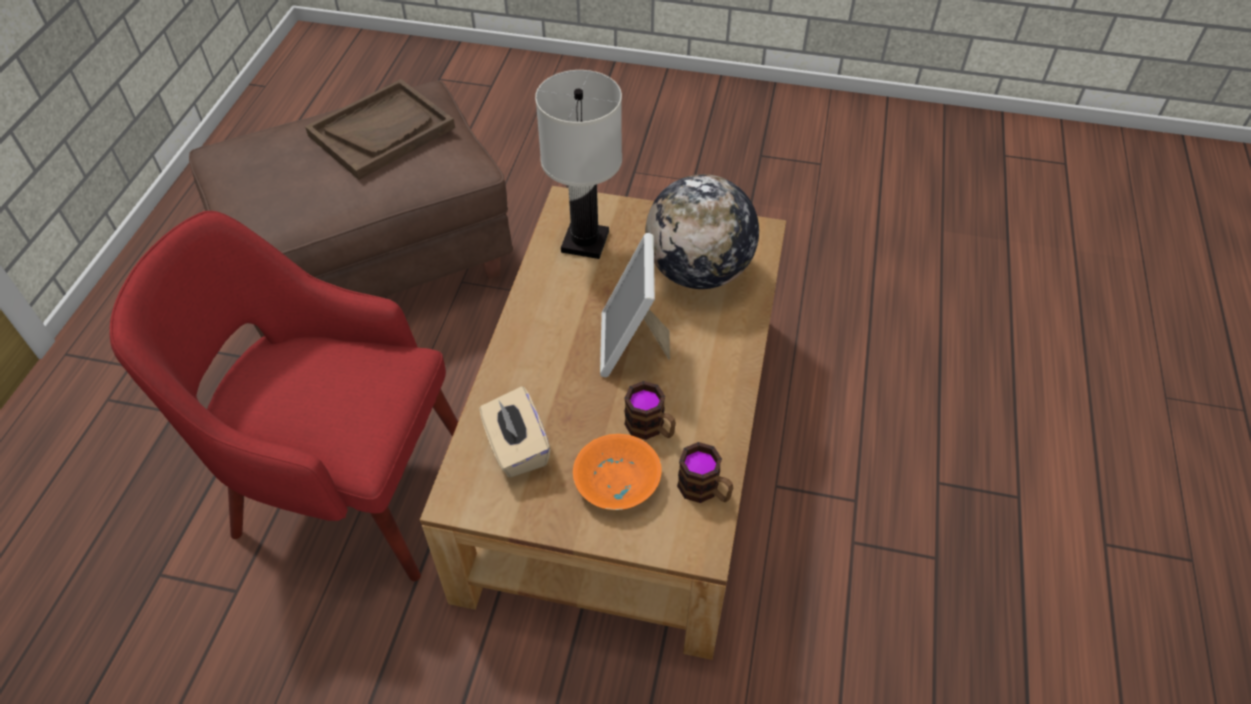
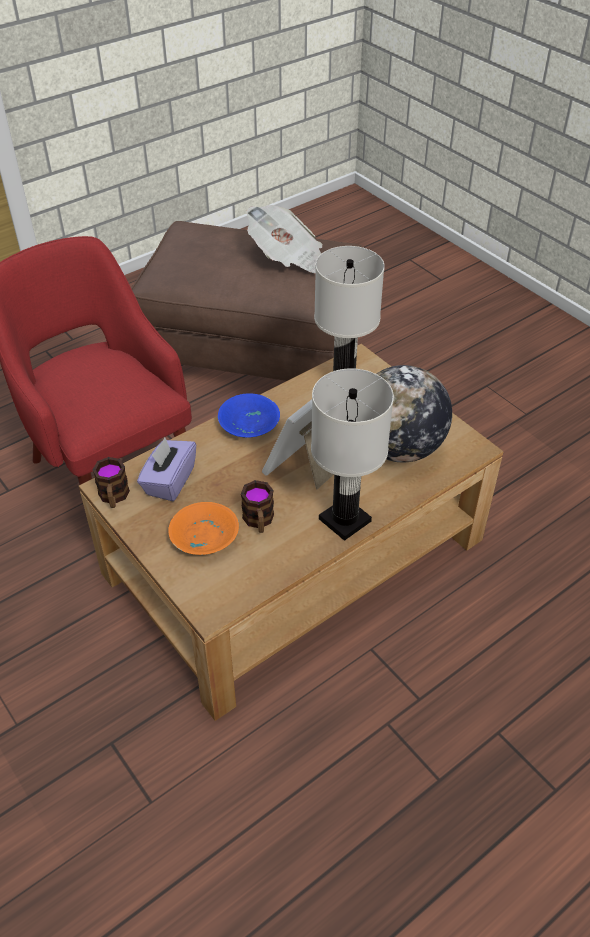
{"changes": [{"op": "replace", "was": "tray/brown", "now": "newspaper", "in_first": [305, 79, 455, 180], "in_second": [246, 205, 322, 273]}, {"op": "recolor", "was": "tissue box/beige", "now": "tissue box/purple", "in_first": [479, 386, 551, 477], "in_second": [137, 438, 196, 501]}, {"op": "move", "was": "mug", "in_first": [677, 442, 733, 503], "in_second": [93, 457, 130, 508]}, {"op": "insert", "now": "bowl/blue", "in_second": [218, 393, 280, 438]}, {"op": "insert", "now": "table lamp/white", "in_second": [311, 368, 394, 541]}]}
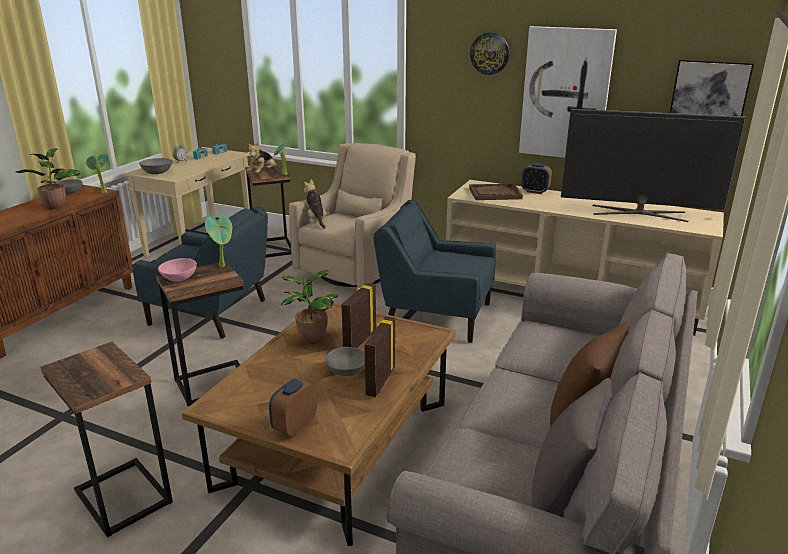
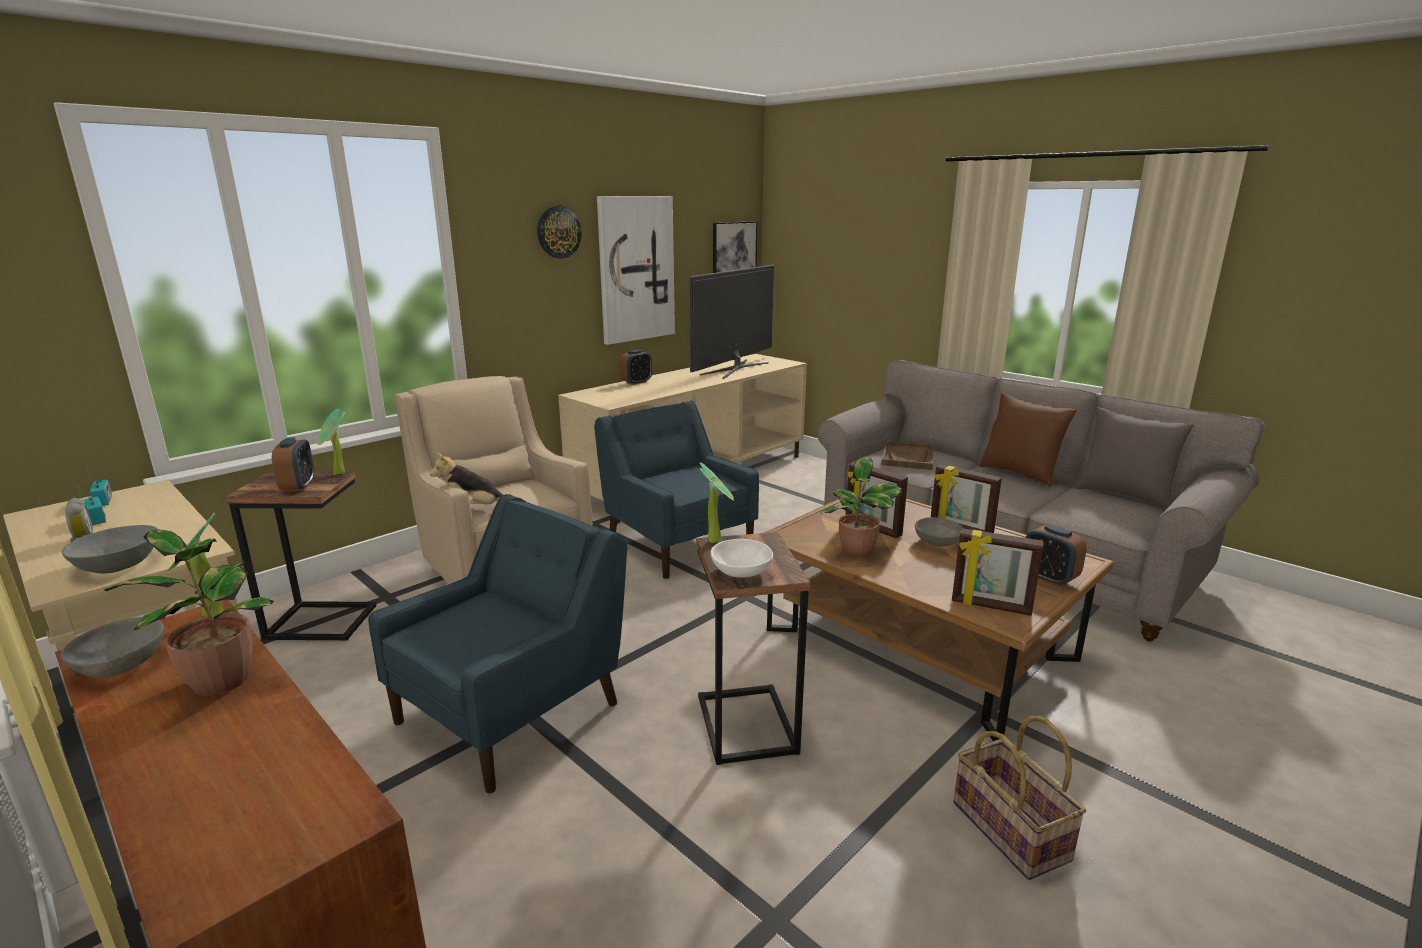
{"changes": [{"op": "replace", "was": "side table", "now": "basket", "in_first": [40, 342, 173, 538], "in_second": [953, 716, 1086, 880]}, {"op": "recolor", "was": "bowl/pink", "now": "bowl/white", "in_first": [158, 258, 197, 282], "in_second": [711, 539, 773, 578]}, {"op": "replace", "was": "plush toy", "now": "alarm clock", "in_first": [247, 142, 277, 173], "in_second": [272, 437, 314, 492]}, {"op": "rotate", "was": "armchair/blue", "in_first": [373, 200, 496, 343], "in_second": [594, 401, 759, 579], "clockwise": 105}, {"op": "move", "was": "tray/brown", "in_first": [469, 184, 523, 200], "in_second": [881, 441, 934, 470]}, {"op": "insert", "now": "picture frame", "in_second": [952, 528, 1043, 616]}]}
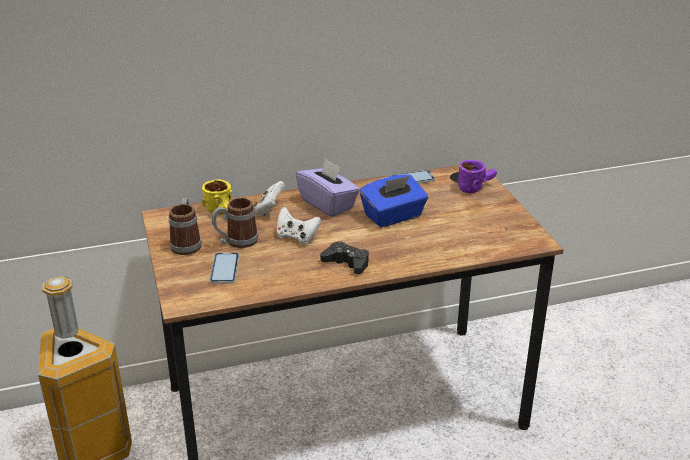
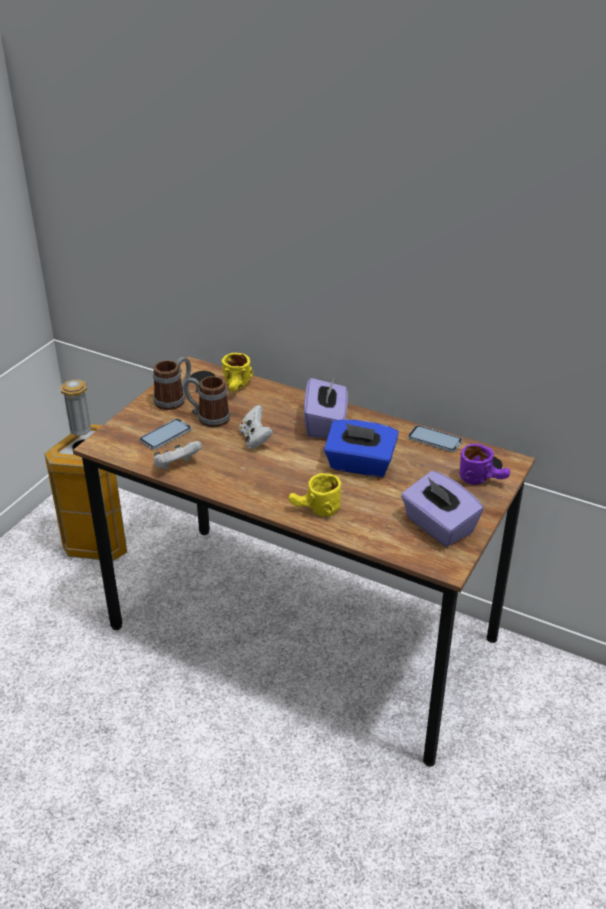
{"changes": [{"op": "move", "was": "game controller/white", "in_first": [253, 181, 285, 216], "in_second": [154, 441, 202, 470]}, {"op": "delete", "was": "game controller/black", "in_first": [320, 241, 369, 274]}, {"op": "insert", "now": "mug/yellow", "in_second": [289, 473, 342, 517]}, {"op": "insert", "now": "tissue box/purple", "in_second": [401, 471, 484, 547]}]}
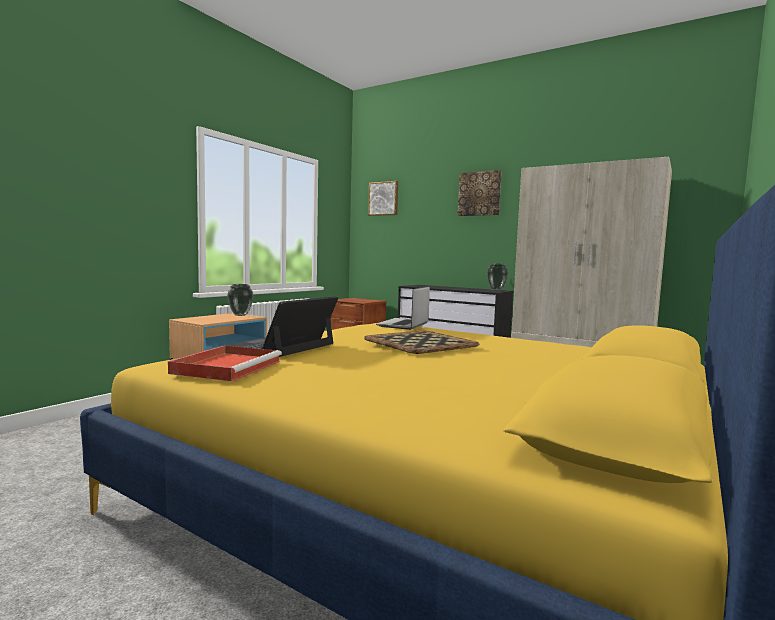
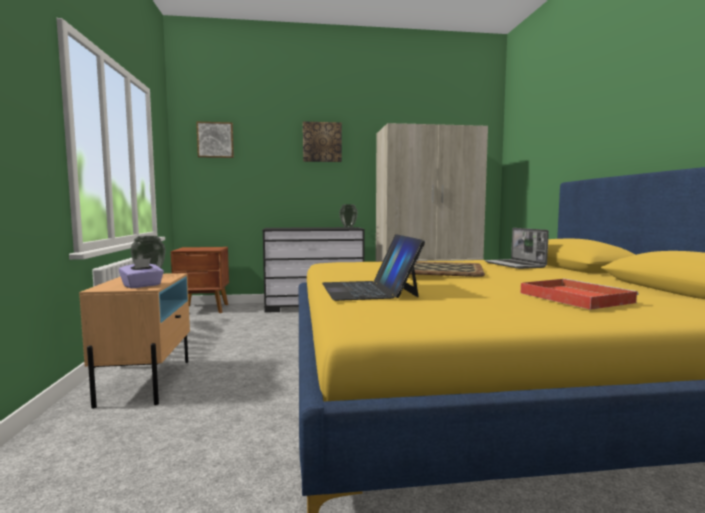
{"changes": [{"op": "move", "was": "tray/red", "in_first": [168, 345, 282, 381], "in_second": [521, 278, 639, 310]}, {"op": "move", "was": "laptop", "in_first": [376, 287, 430, 330], "in_second": [484, 228, 549, 269]}, {"op": "insert", "now": "tissue box/purple", "in_second": [119, 258, 164, 288]}]}
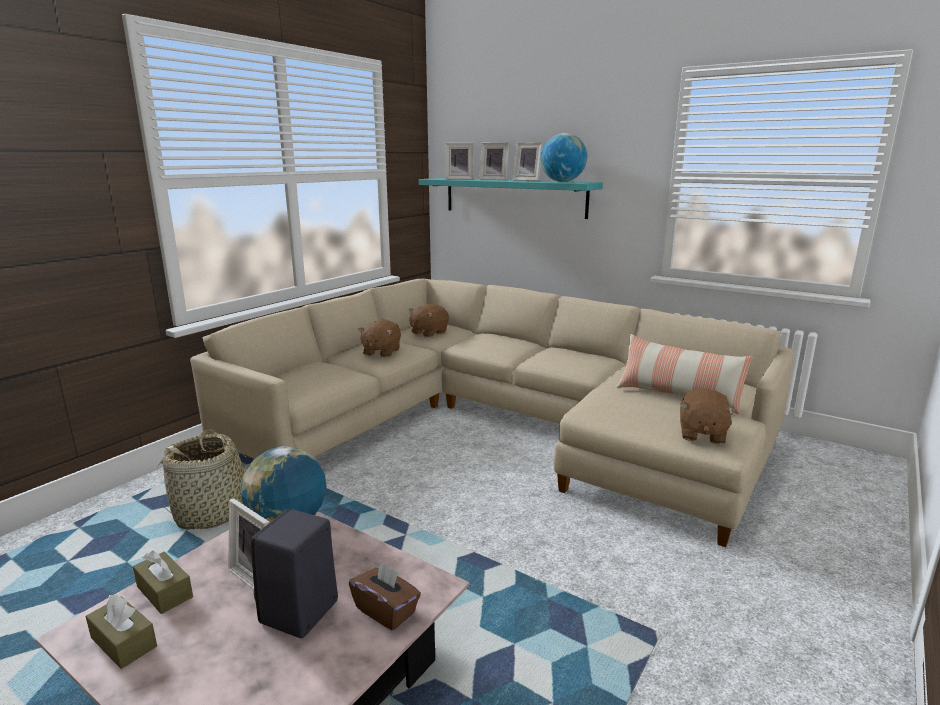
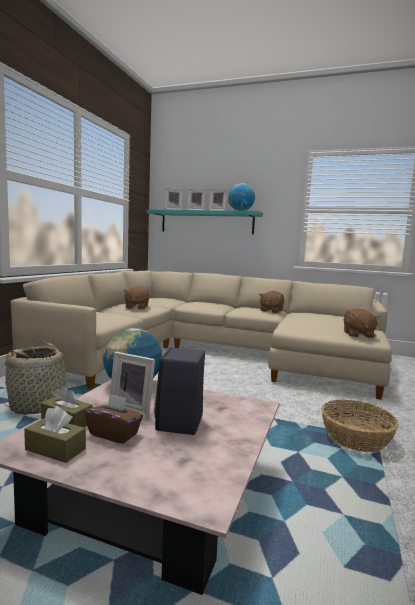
{"changes": [{"op": "move", "was": "tissue box/brown", "in_first": [349, 561, 421, 630], "in_second": [84, 394, 143, 444]}, {"op": "move", "was": "plush toy/brown", "in_first": [409, 304, 449, 337], "in_second": [259, 291, 284, 313]}, {"op": "delete", "was": "pillow", "in_first": [617, 334, 753, 415]}, {"op": "insert", "now": "basket", "in_second": [321, 400, 399, 452]}]}
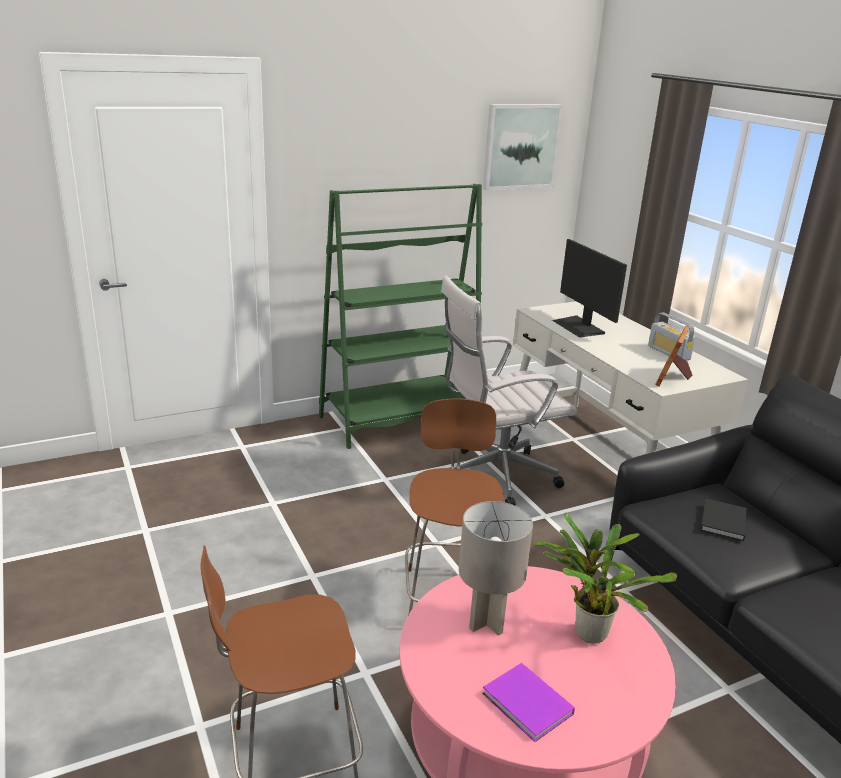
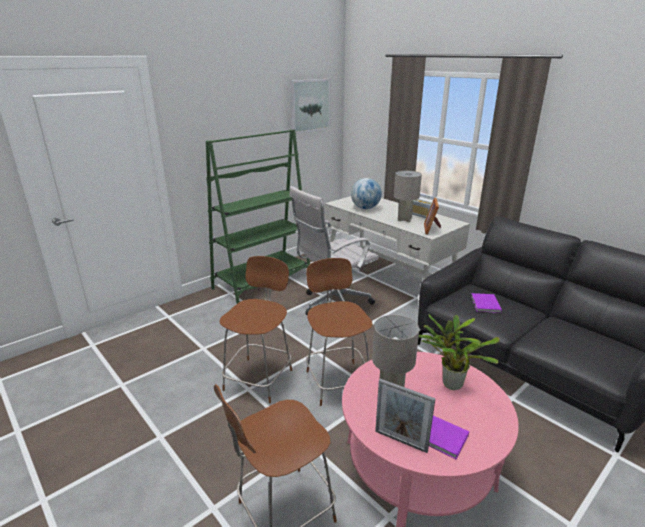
{"changes": [{"op": "replace", "was": "monitor", "now": "globe", "in_first": [552, 239, 627, 338], "in_second": [351, 178, 382, 209]}, {"op": "recolor", "was": "book/black", "now": "book/purple", "in_first": [701, 499, 746, 541], "in_second": [471, 293, 502, 313]}, {"op": "insert", "now": "chair/brown", "in_second": [219, 256, 292, 403]}, {"op": "insert", "now": "picture frame", "in_second": [375, 379, 435, 453]}, {"op": "insert", "now": "table lamp/grey", "in_second": [394, 171, 422, 222]}]}
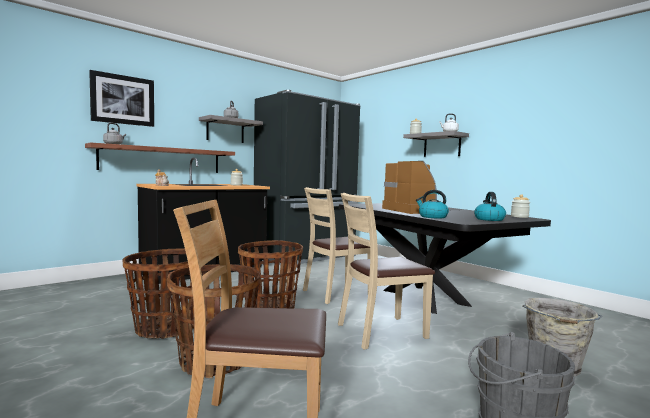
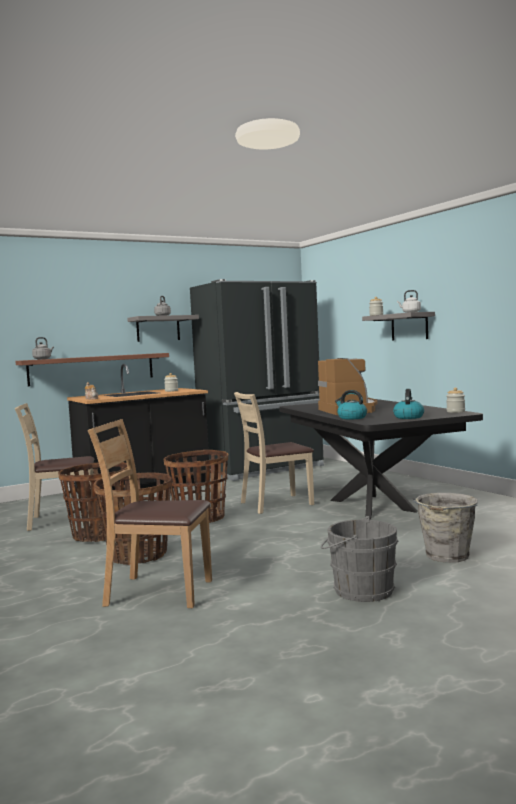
{"changes": [{"op": "delete", "was": "picture", "in_first": [89, 70, 154, 127]}, {"op": "move", "was": "chair/beige", "in_first": [338, 193, 435, 350], "in_second": [15, 403, 94, 531]}]}
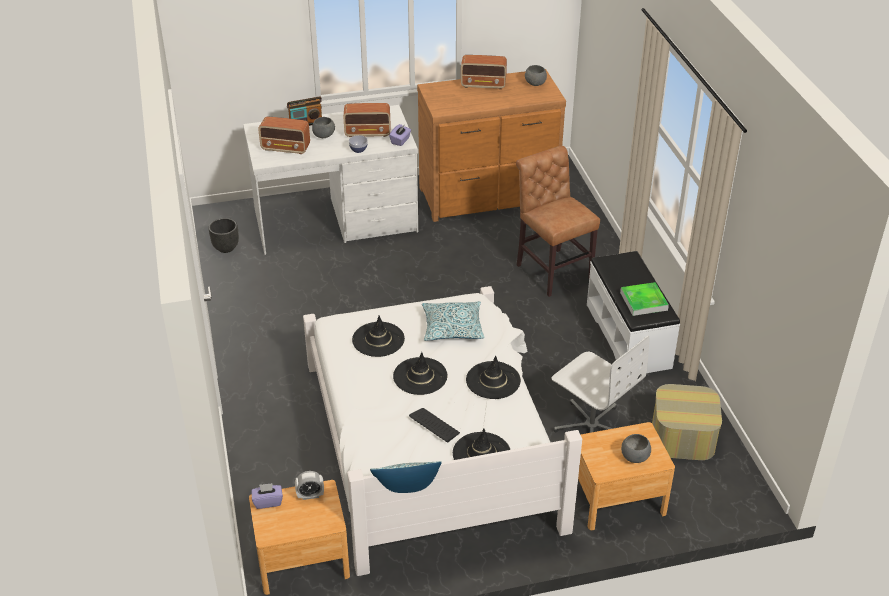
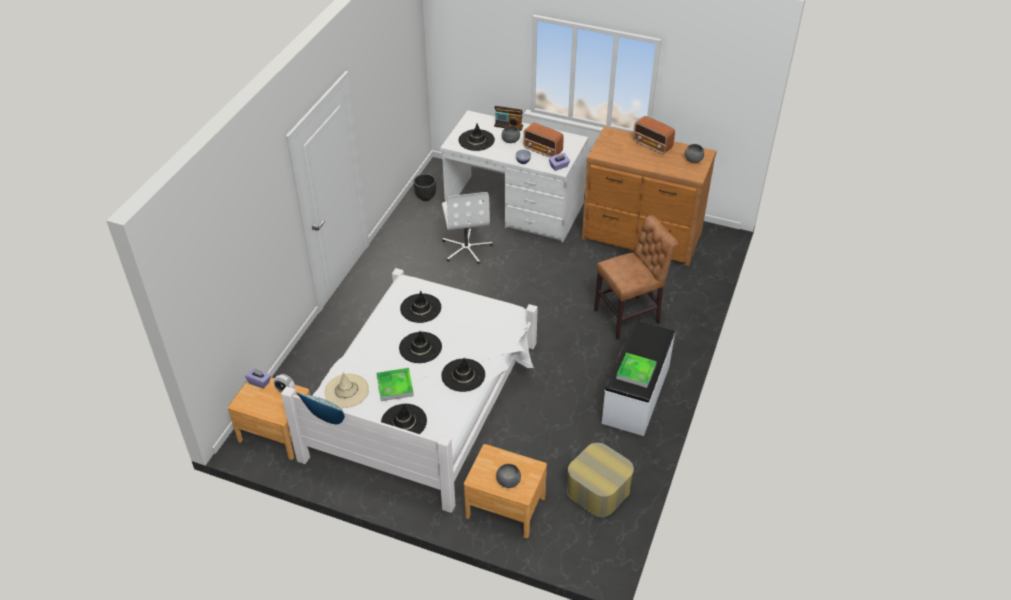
{"changes": [{"op": "replace", "was": "radio", "now": "hat/black", "in_first": [258, 116, 310, 154], "in_second": [459, 123, 495, 151]}, {"op": "replace", "was": "keyboard", "now": "tray", "in_first": [409, 408, 460, 442], "in_second": [377, 368, 414, 401]}, {"op": "delete", "was": "pillow", "in_first": [422, 301, 484, 341]}, {"op": "rotate", "was": "chair/brown", "in_first": [516, 146, 600, 297], "in_second": [594, 215, 679, 340], "clockwise": 60}, {"op": "move", "was": "office chair/white", "in_first": [551, 336, 649, 433], "in_second": [442, 192, 493, 264]}, {"op": "insert", "now": "hat/beige", "in_second": [324, 372, 369, 408]}]}
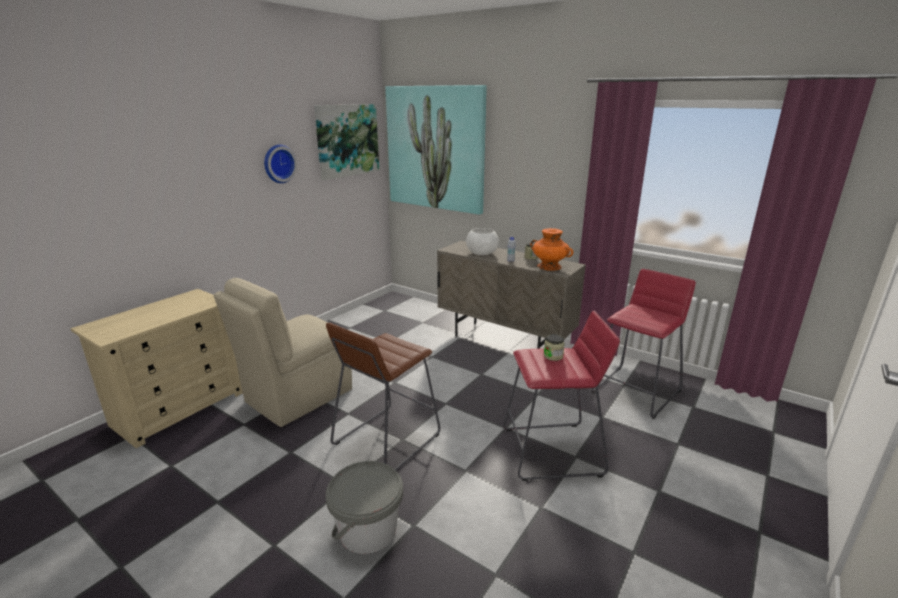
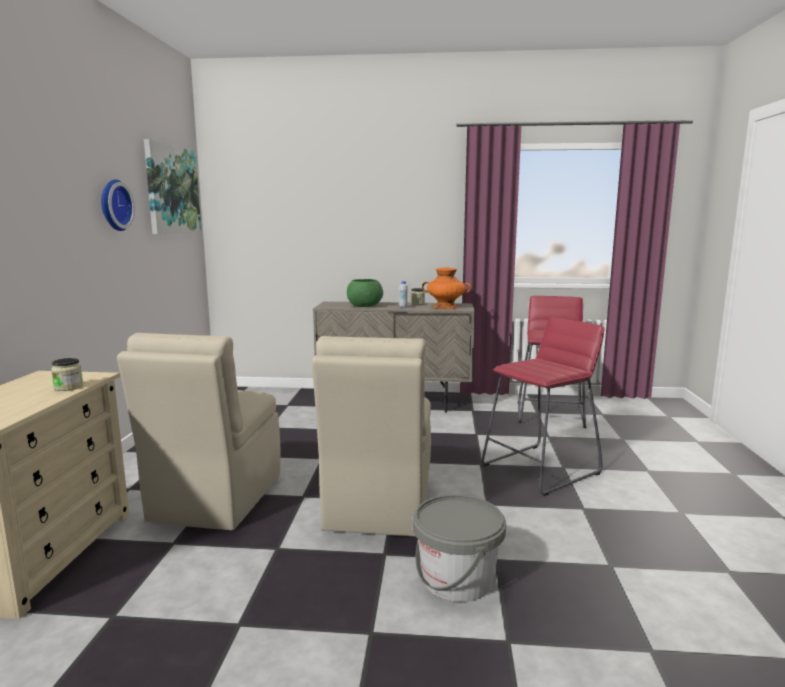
{"changes": [{"op": "replace", "was": "stool/brown", "now": "chair/beige", "in_first": [326, 323, 440, 470], "in_second": [312, 336, 431, 537]}, {"op": "delete", "was": "picture", "in_first": [385, 85, 487, 215]}, {"op": "recolor", "was": "bowl/white", "now": "bowl/green", "in_first": [466, 228, 499, 255], "in_second": [347, 279, 383, 307]}, {"op": "move", "was": "jar", "in_first": [544, 334, 564, 361], "in_second": [51, 358, 83, 391]}]}
